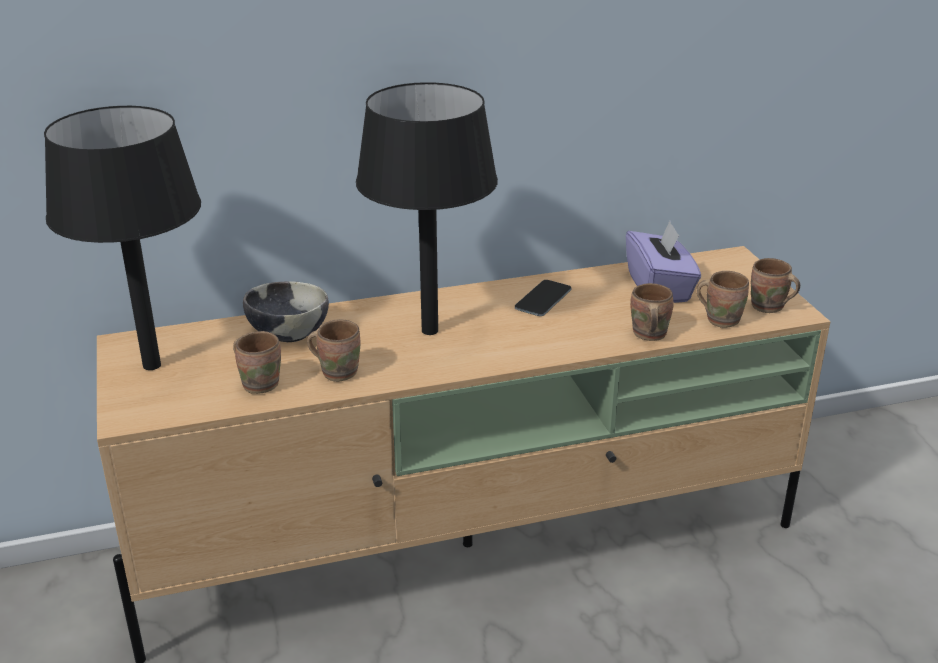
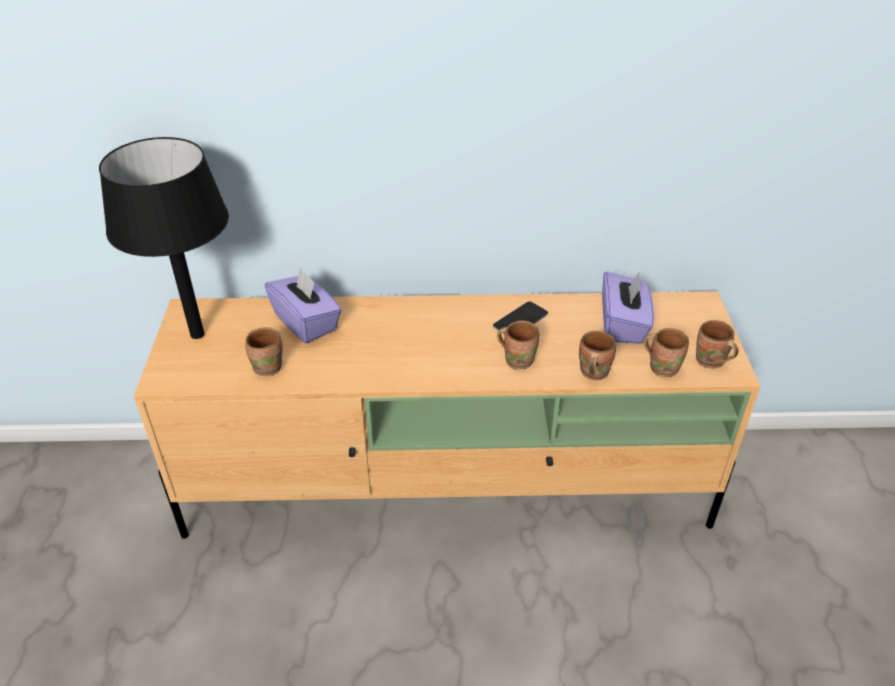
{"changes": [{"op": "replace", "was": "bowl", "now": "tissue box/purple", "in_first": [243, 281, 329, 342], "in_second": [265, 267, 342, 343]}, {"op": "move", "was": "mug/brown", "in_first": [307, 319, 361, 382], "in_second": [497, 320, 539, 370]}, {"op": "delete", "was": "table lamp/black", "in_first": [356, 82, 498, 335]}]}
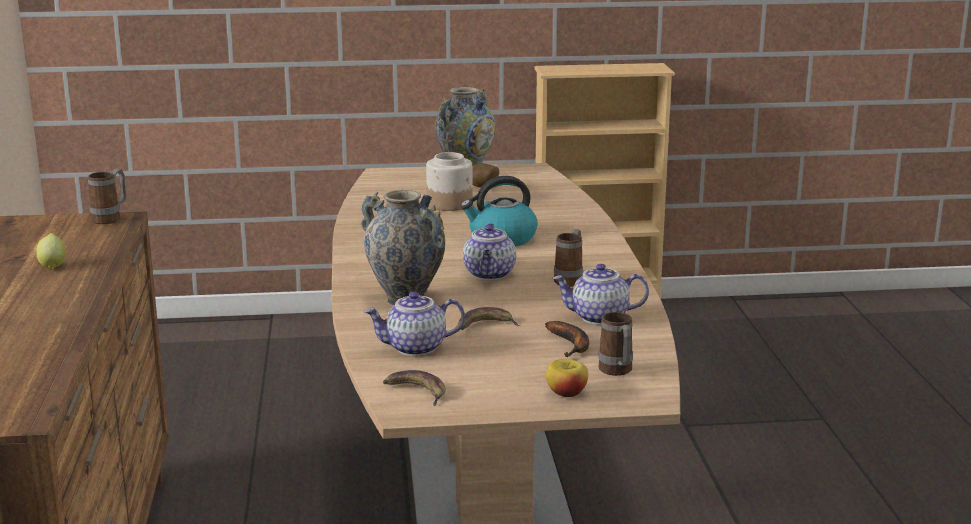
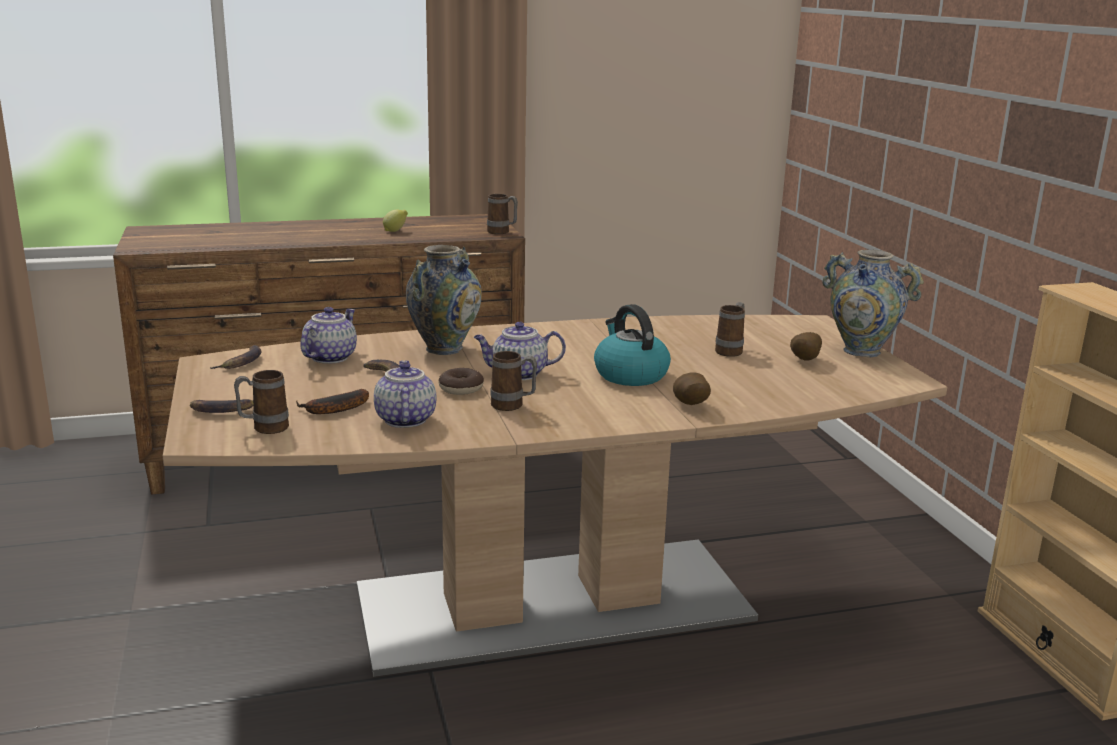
{"changes": [{"op": "rotate", "was": "teapot", "in_first": [364, 291, 465, 356], "in_second": [300, 307, 357, 364], "clockwise": 45}, {"op": "replace", "was": "jar", "now": "mug", "in_first": [426, 152, 473, 211], "in_second": [715, 302, 745, 357]}, {"op": "replace", "was": "apple", "now": "banana", "in_first": [546, 359, 588, 397], "in_second": [190, 399, 253, 413]}, {"op": "insert", "now": "donut", "in_second": [439, 368, 484, 395]}, {"op": "insert", "now": "potato", "in_second": [673, 373, 711, 405]}]}
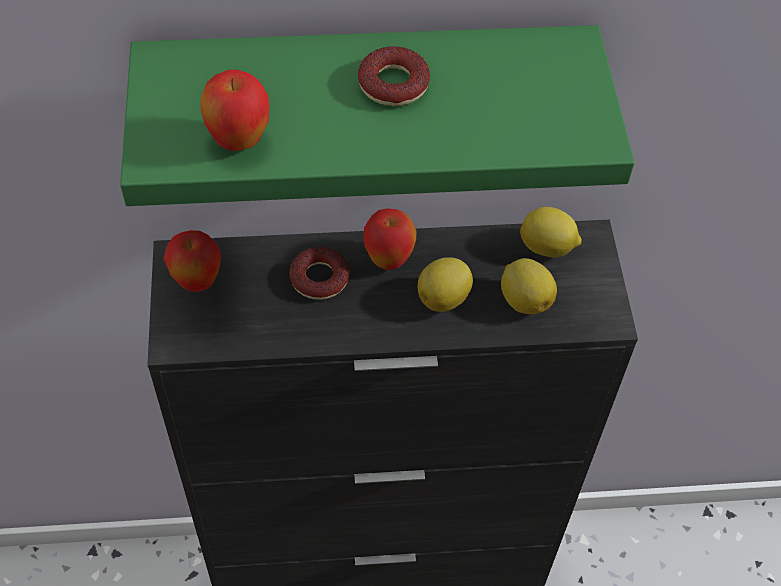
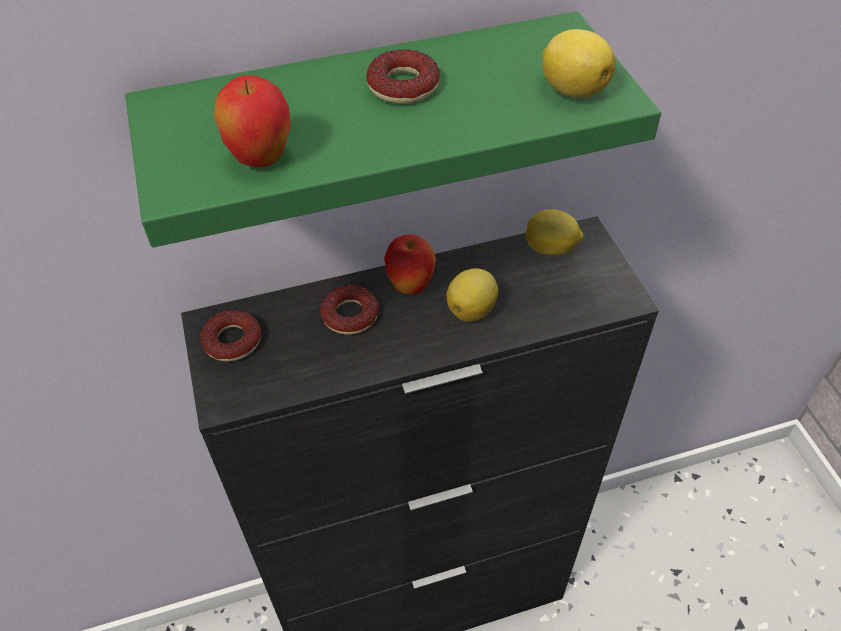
{"changes": [{"op": "replace", "was": "apple", "now": "donut", "in_first": [164, 230, 221, 292], "in_second": [200, 310, 261, 361]}, {"op": "move", "was": "lemon", "in_first": [501, 258, 557, 314], "in_second": [542, 29, 615, 98]}]}
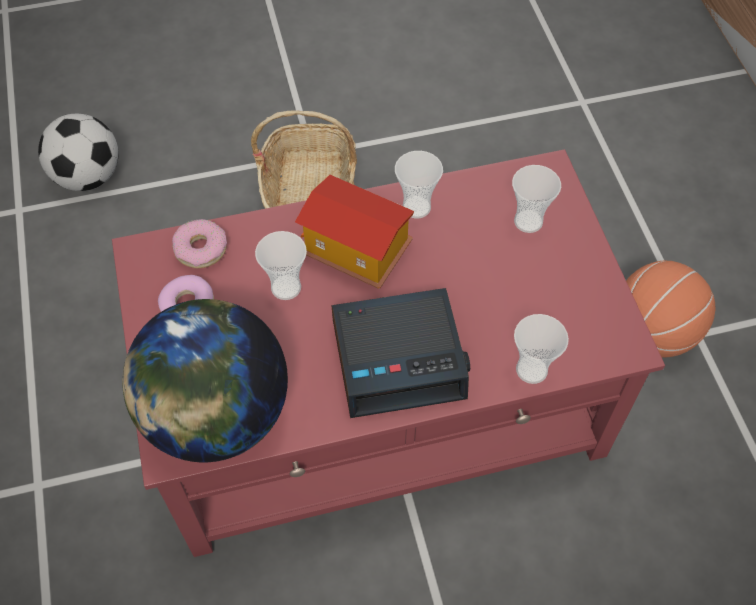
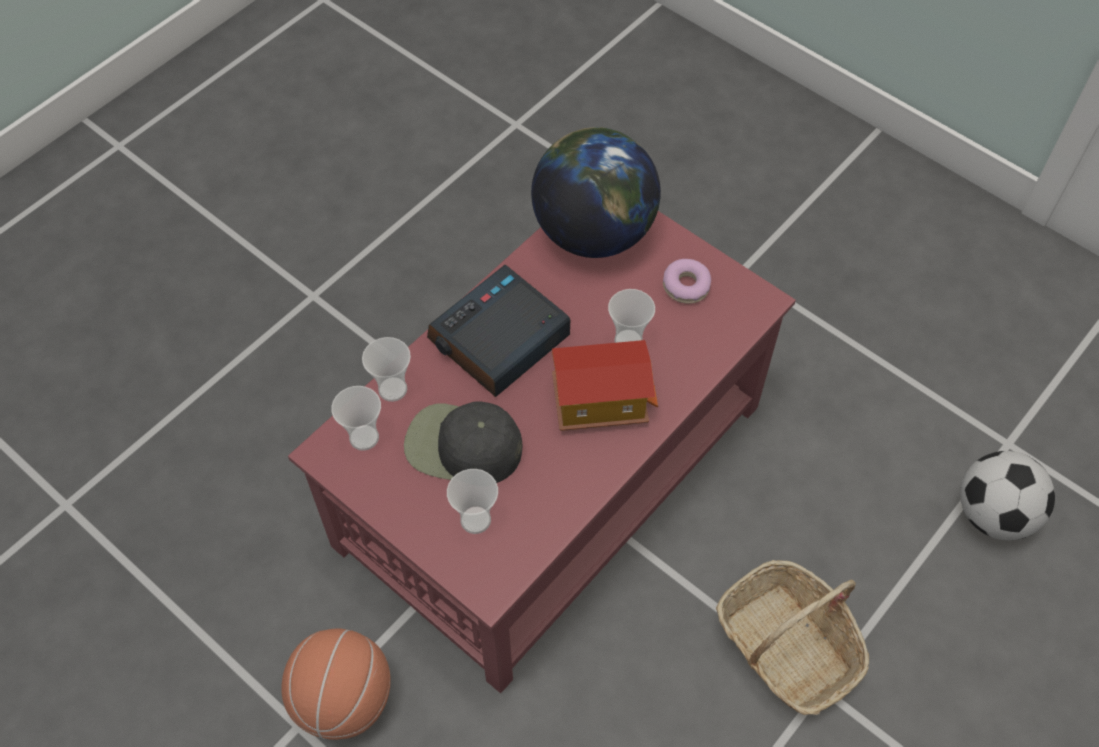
{"changes": [{"op": "delete", "was": "donut", "in_first": [172, 219, 227, 268]}, {"op": "move", "was": "cup", "in_first": [395, 151, 443, 218], "in_second": [331, 386, 381, 451]}, {"op": "insert", "now": "cap/black", "in_second": [404, 401, 523, 483]}]}
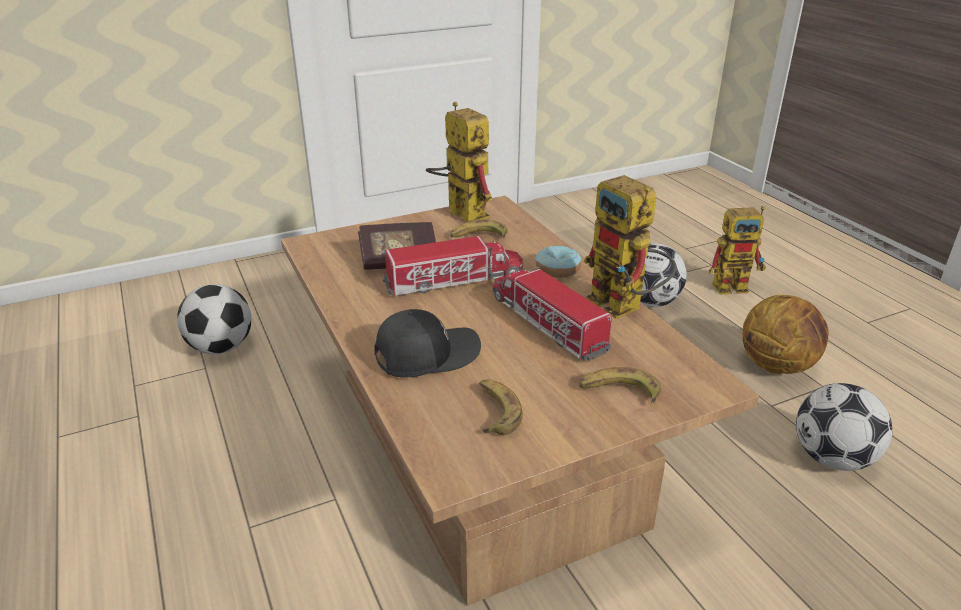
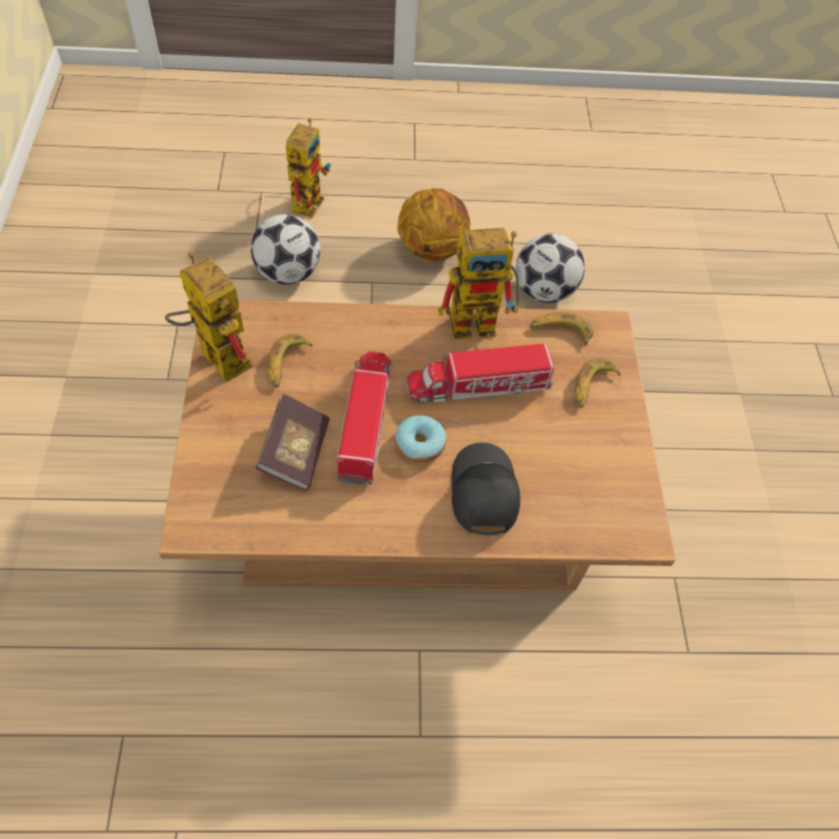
{"changes": [{"op": "delete", "was": "football", "in_first": [177, 284, 251, 354]}, {"op": "rotate", "was": "toy robot", "in_first": [426, 102, 493, 222], "in_second": [165, 251, 253, 382], "clockwise": 60}, {"op": "move", "was": "banana", "in_first": [479, 379, 523, 435], "in_second": [530, 312, 593, 346]}, {"op": "move", "was": "donut", "in_first": [535, 246, 581, 278], "in_second": [395, 415, 446, 463]}]}
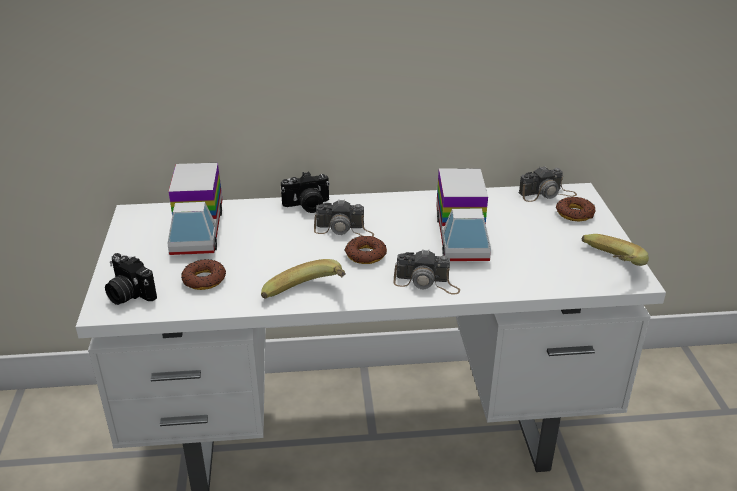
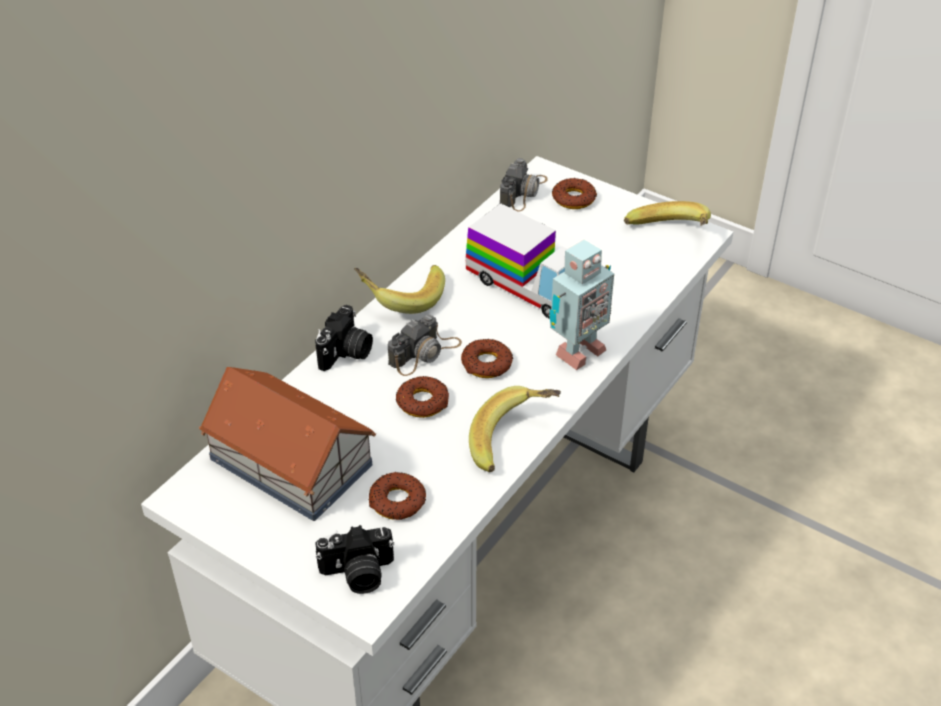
{"changes": [{"op": "replace", "was": "toy truck", "now": "toy house", "in_first": [168, 163, 222, 255], "in_second": [199, 367, 376, 521]}, {"op": "replace", "was": "photo camera", "now": "toy robot", "in_first": [393, 249, 460, 295], "in_second": [549, 240, 614, 370]}, {"op": "insert", "now": "banana", "in_second": [354, 265, 445, 314]}, {"op": "insert", "now": "donut", "in_second": [396, 376, 449, 418]}]}
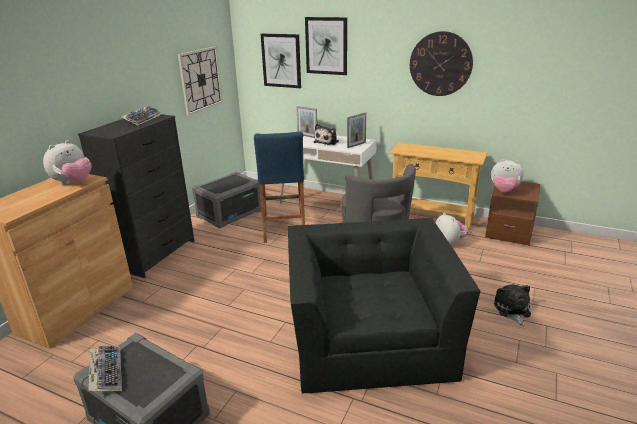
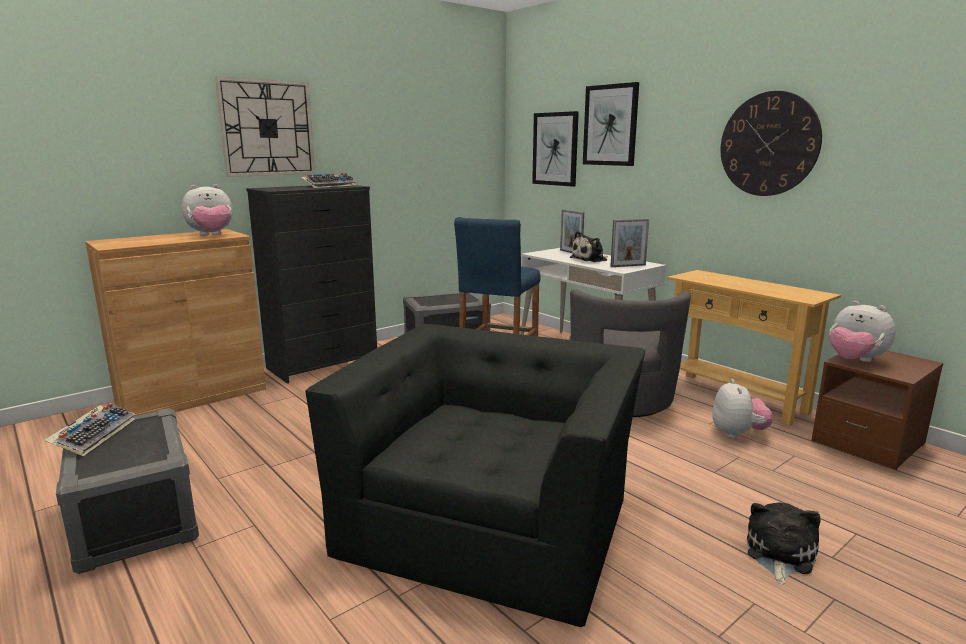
{"changes": [{"op": "move", "was": "wall clock", "in_first": [178, 46, 223, 116], "in_second": [215, 76, 315, 177]}]}
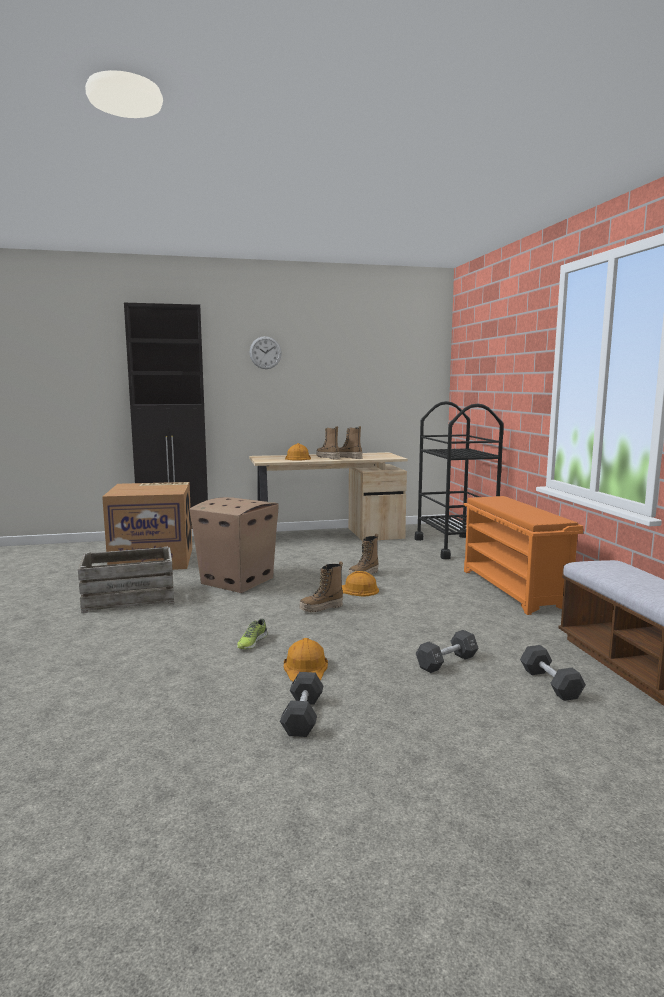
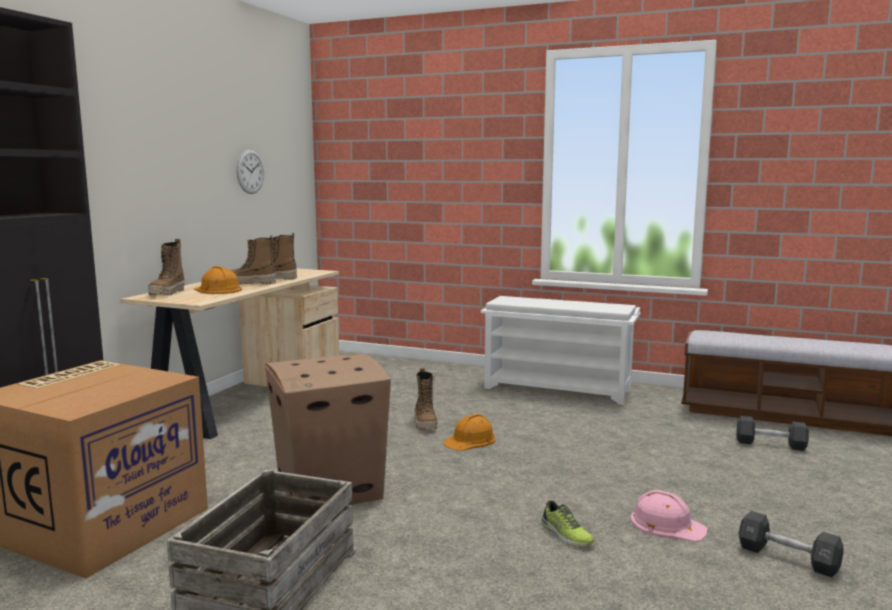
{"changes": [{"op": "move", "was": "wall clock", "in_first": [250, 336, 282, 369], "in_second": [236, 150, 264, 194]}, {"op": "recolor", "was": "hard hat/orange", "now": "hard hat/pink", "in_first": [284, 638, 328, 681], "in_second": [630, 490, 708, 541]}, {"op": "move", "was": "boot", "in_first": [300, 561, 343, 613], "in_second": [148, 239, 185, 295]}, {"op": "delete", "was": "cart/black", "in_first": [415, 401, 504, 559]}, {"op": "delete", "was": "dumbbell/black", "in_first": [416, 630, 479, 673]}, {"op": "recolor", "was": "shoe rack/orange", "now": "shoe rack/white", "in_first": [464, 496, 583, 615], "in_second": [481, 296, 640, 405]}]}
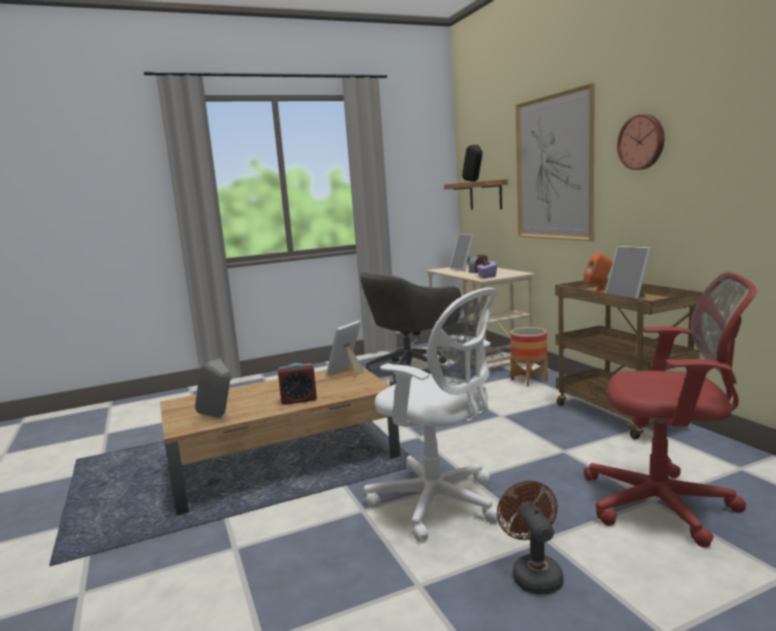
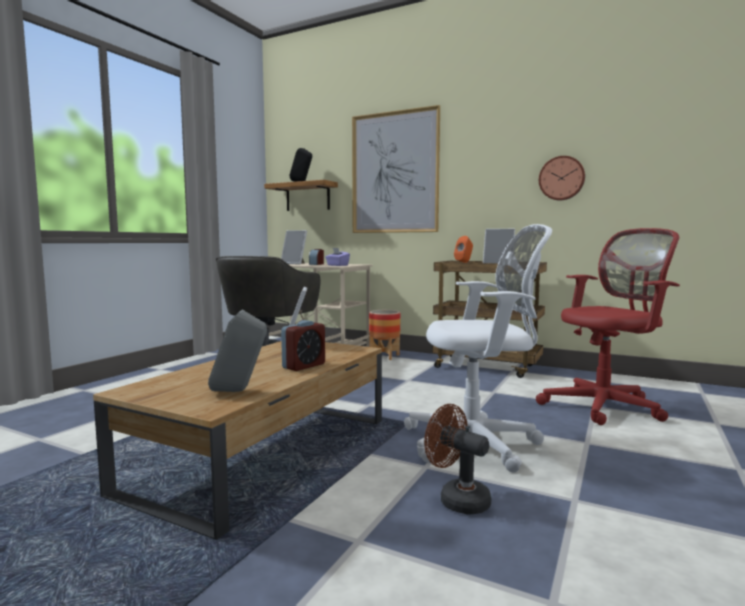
{"changes": [{"op": "move", "was": "fan/brown", "in_first": [497, 481, 563, 595], "in_second": [424, 404, 491, 514]}, {"op": "move", "was": "wall clock", "in_first": [617, 114, 665, 170], "in_second": [539, 156, 585, 200]}]}
